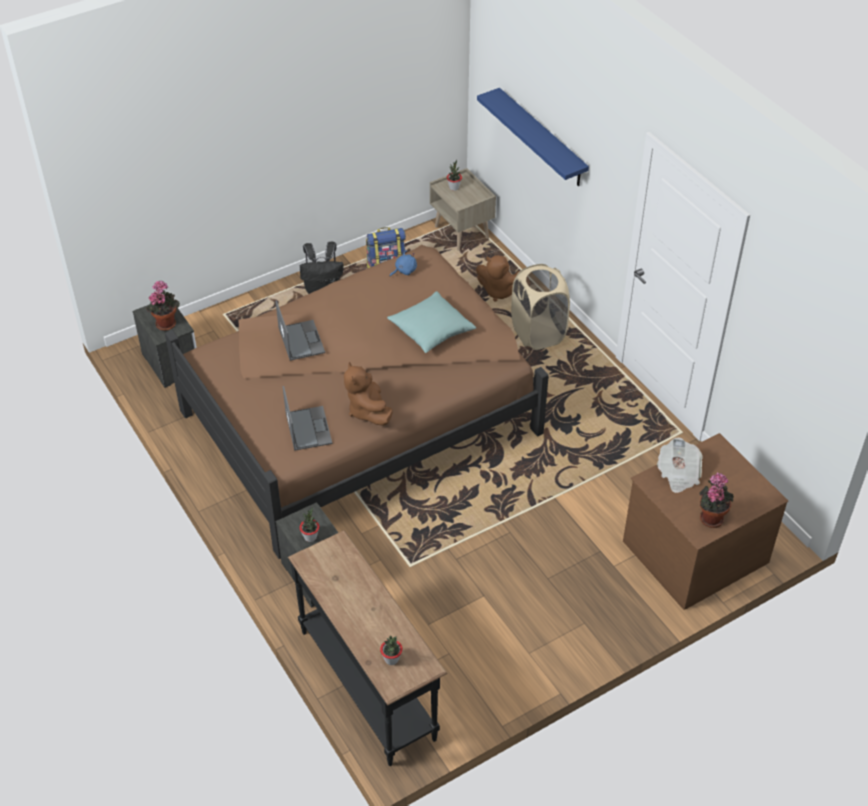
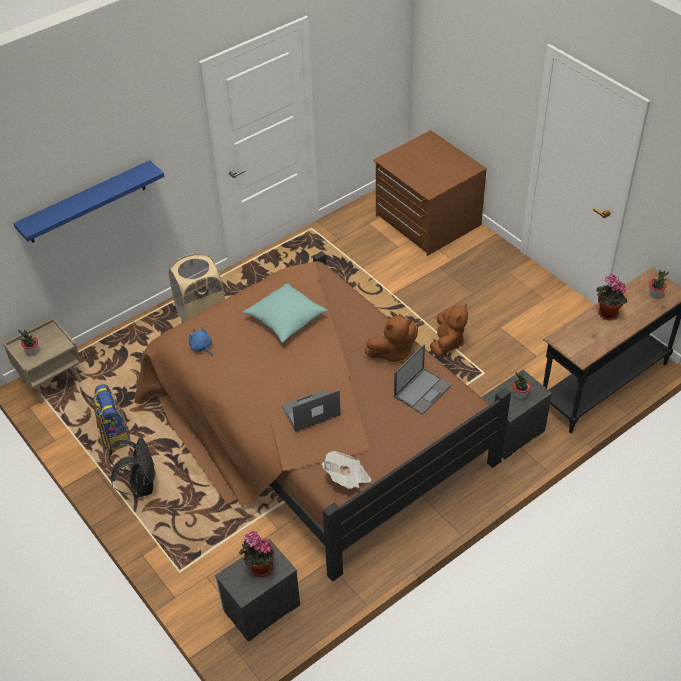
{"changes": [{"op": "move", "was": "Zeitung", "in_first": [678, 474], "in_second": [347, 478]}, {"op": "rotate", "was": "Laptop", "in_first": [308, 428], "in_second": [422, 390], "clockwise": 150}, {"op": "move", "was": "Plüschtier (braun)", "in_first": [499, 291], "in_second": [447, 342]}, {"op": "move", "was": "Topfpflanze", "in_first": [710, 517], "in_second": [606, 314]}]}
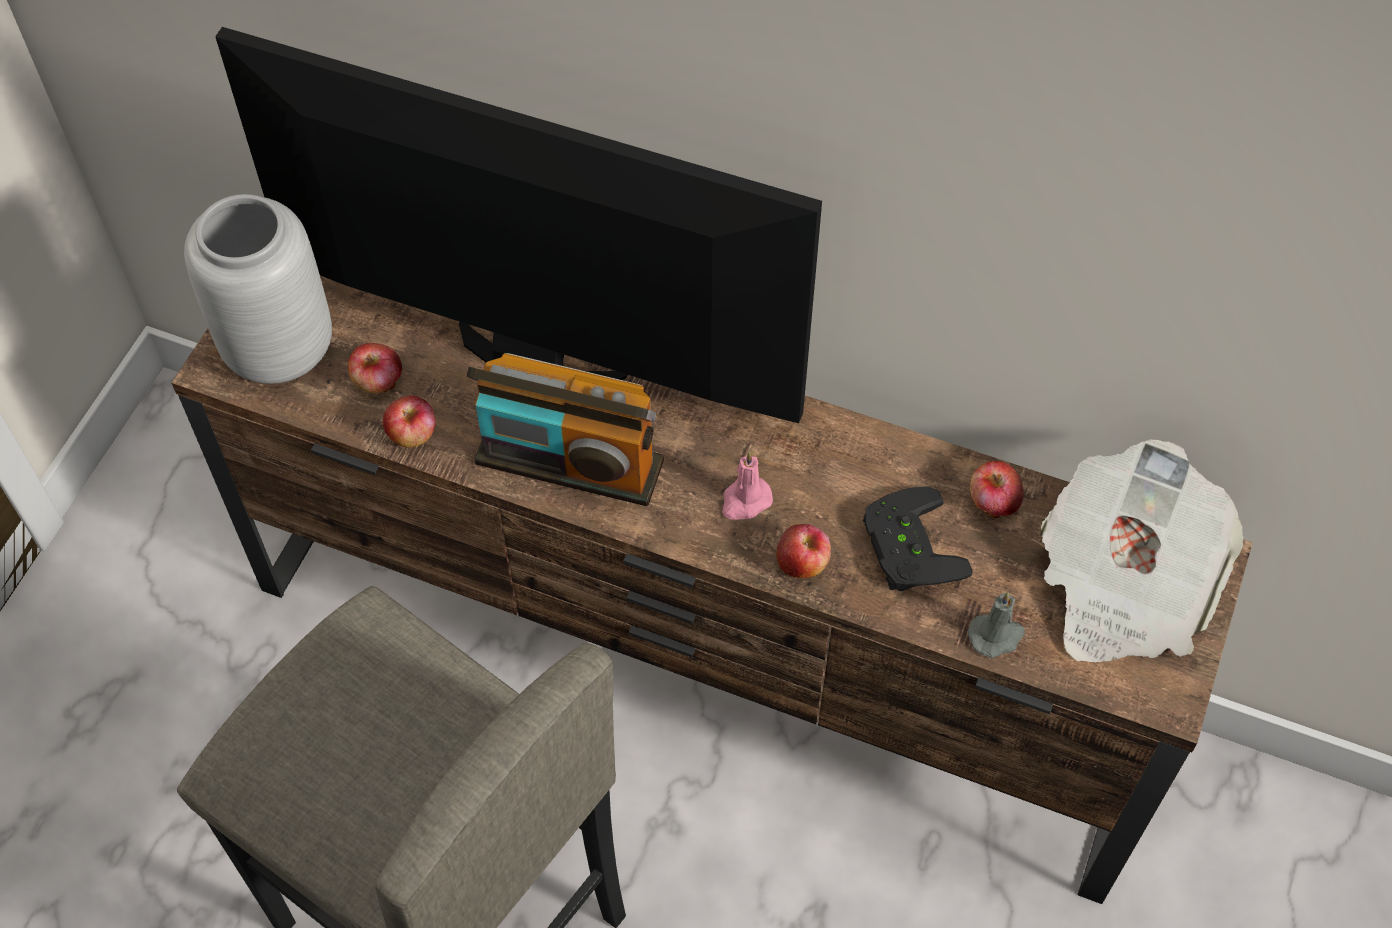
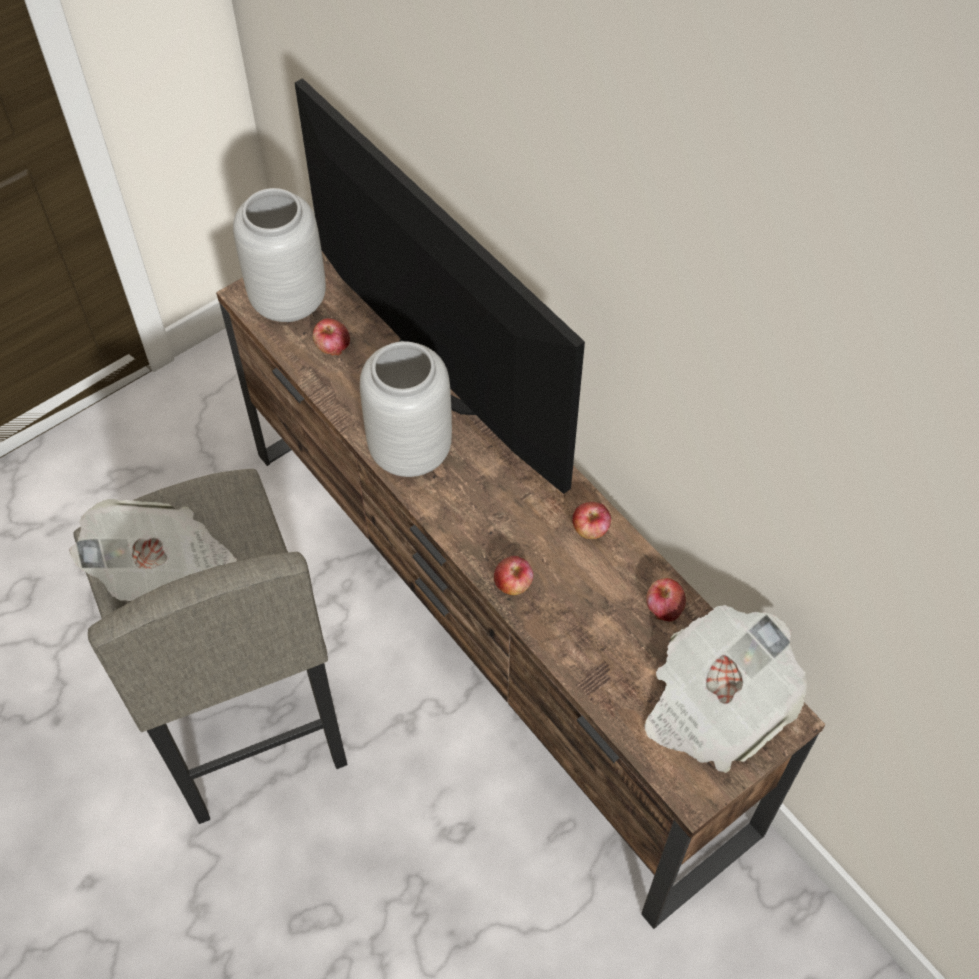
{"changes": [{"op": "insert", "now": "Zeitung", "in_second": [163, 570]}, {"op": "replace", "was": "Radio", "now": "Vase (grau)", "in_first": [569, 462], "in_second": [412, 450]}, {"op": "move", "was": "Apfel", "in_first": [412, 434], "in_second": [590, 529]}, {"op": "delete", "was": "Kerze (rosa)", "in_first": [745, 501]}, {"op": "delete", "was": "Gamepad (schwarz)", "in_first": [906, 547]}, {"op": "delete", "was": "Kerze (grau)", "in_first": [996, 635]}]}
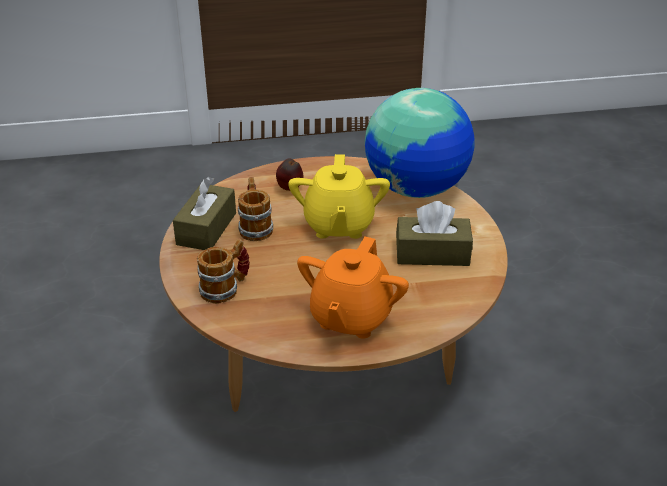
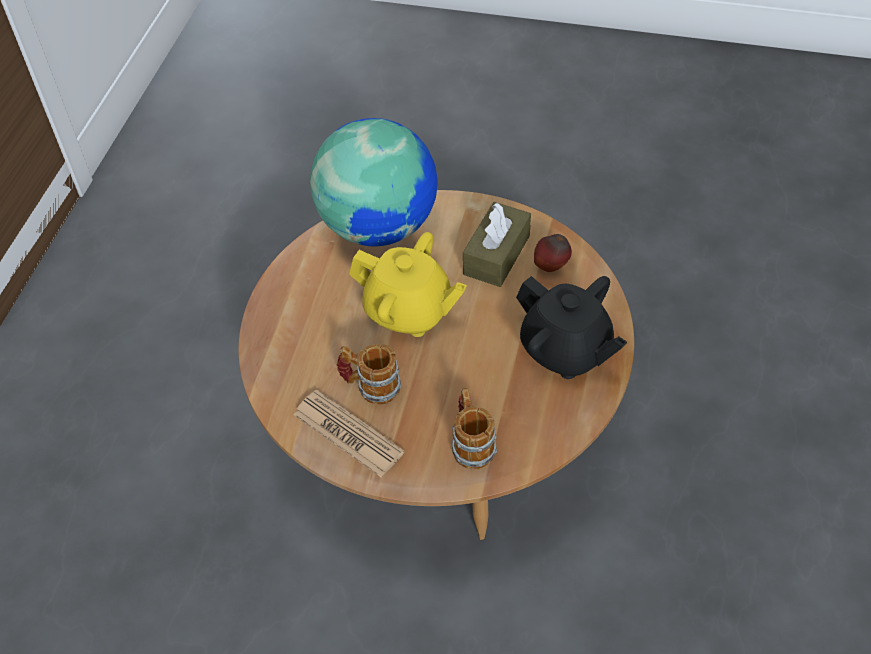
{"changes": [{"op": "replace", "was": "Taschentuchbox (braun)", "now": "Zeitung", "in_first": [206, 228], "in_second": [348, 433]}, {"op": "recolor", "was": "Teekanne (orange)", "now": "Teekanne (schwarz)", "in_first": [350, 317], "in_second": [565, 351]}, {"op": "move", "was": "Apfel", "in_first": [290, 189], "in_second": [551, 267]}]}
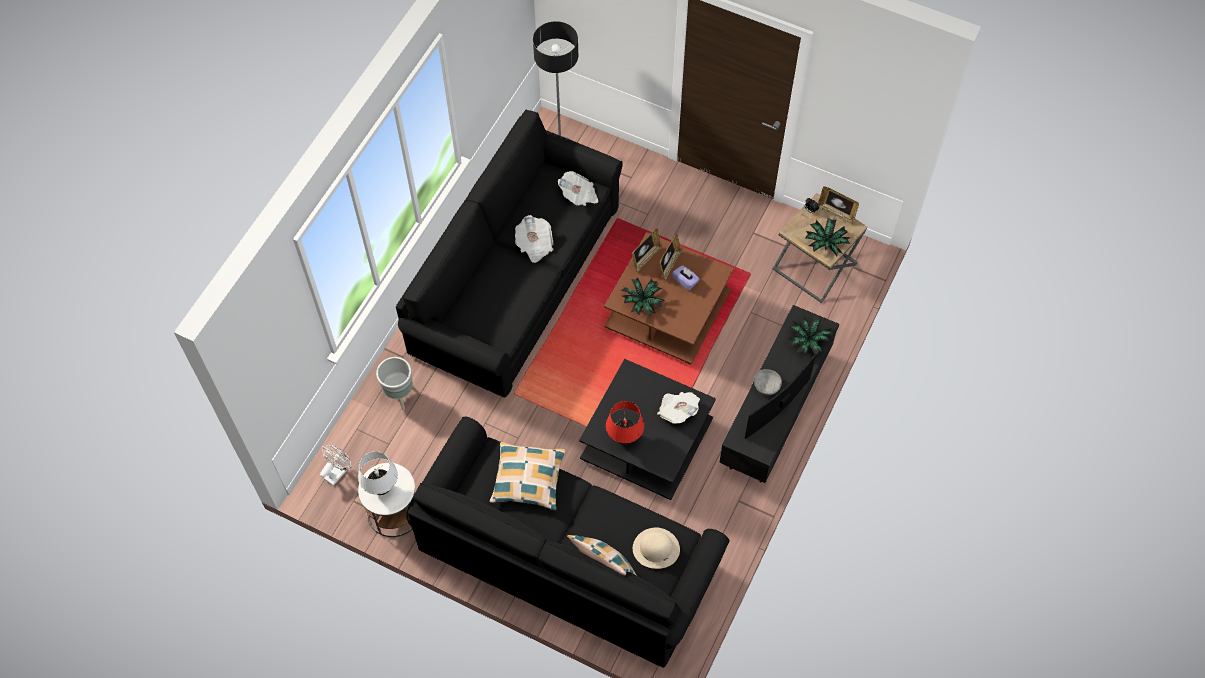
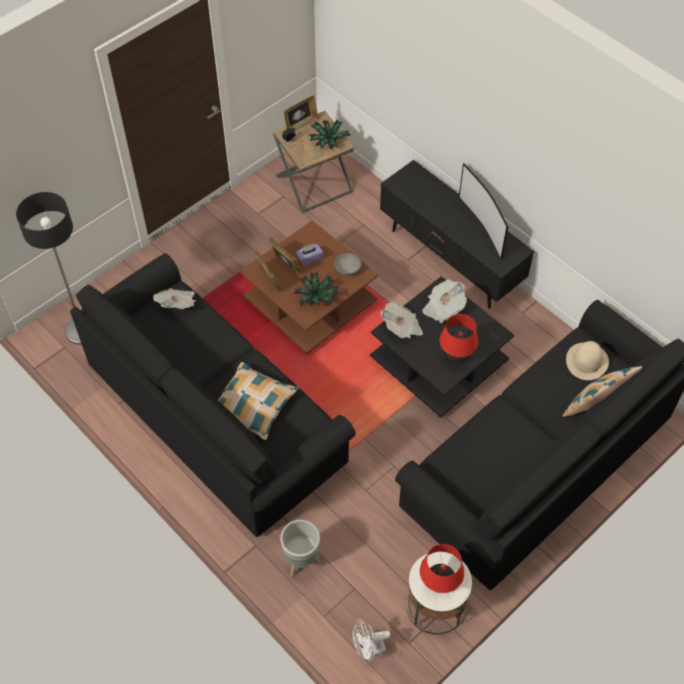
{"changes": [{"op": "move", "was": "Kissen", "in_first": [528, 479], "in_second": [253, 405]}, {"op": "move", "was": "Schüssel (grau)", "in_first": [766, 386], "in_second": [348, 269]}, {"op": "rotate", "was": "Ventilator (weiß)", "in_first": [338, 472], "in_second": [368, 650], "clockwise": -75}, {"op": "move", "was": "Zeitung", "in_first": [534, 245], "in_second": [401, 328]}, {"op": "recolor", "was": "Tischlampe (weiß)", "now": "Tischlampe (rot)", "in_first": [381, 488], "in_second": [439, 585]}, {"op": "delete", "was": "Topfpflanze", "in_first": [808, 341]}]}
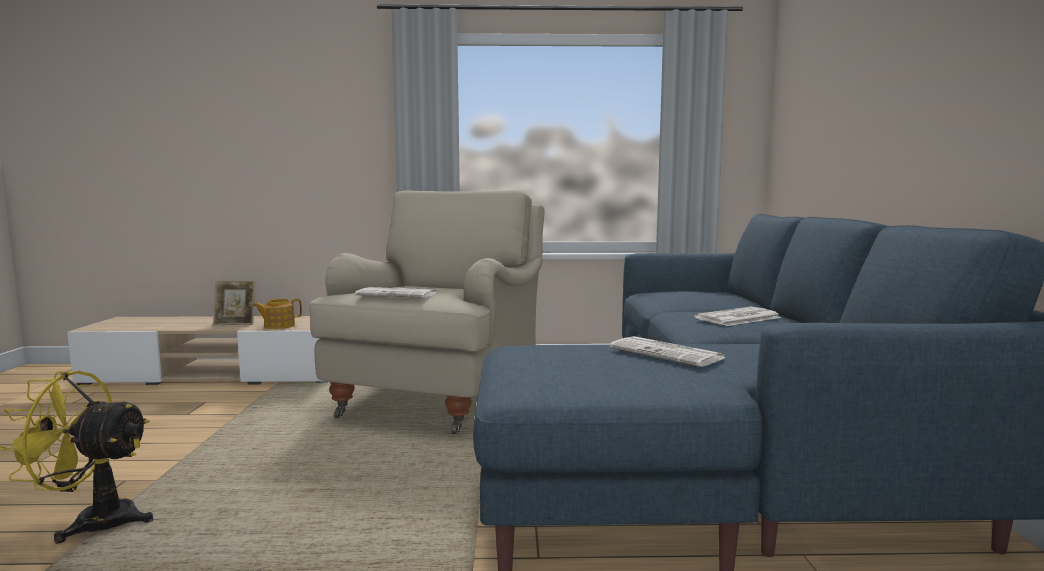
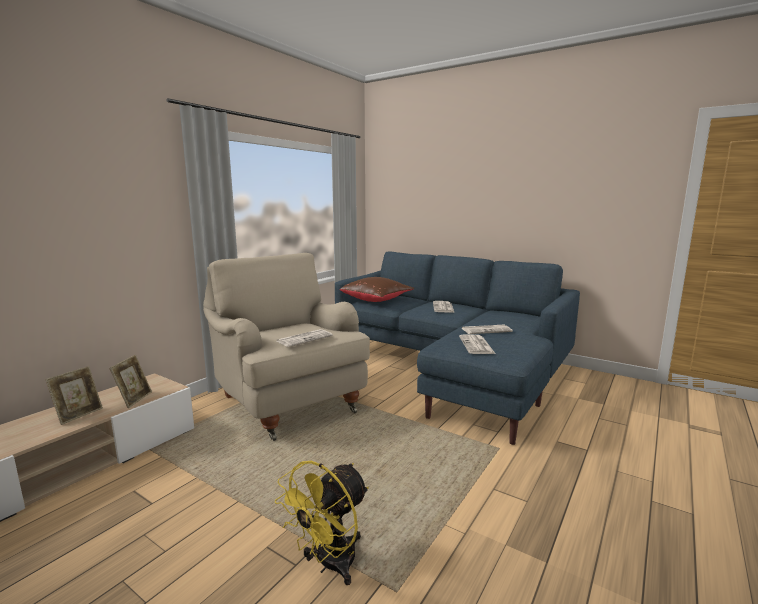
{"changes": [{"op": "replace", "was": "Teekanne", "now": "Bilderrahmen", "in_first": [278, 326], "in_second": [134, 399]}, {"op": "insert", "now": "Kissen (braun)", "in_second": [376, 300]}, {"op": "insert", "now": "Zeitung", "in_second": [477, 345]}]}
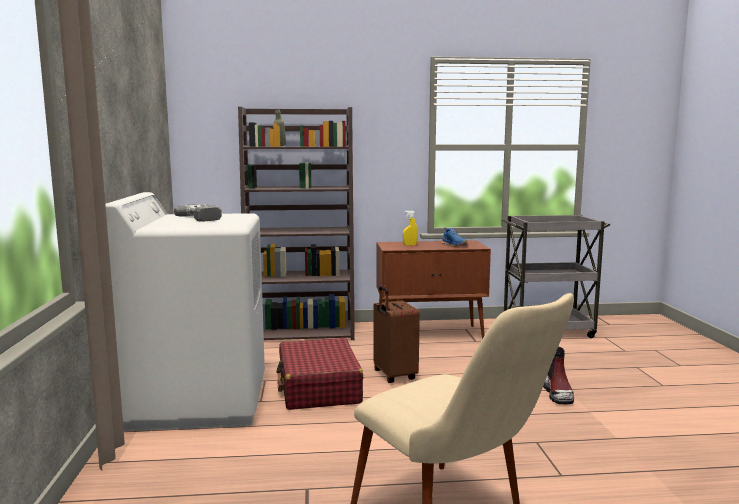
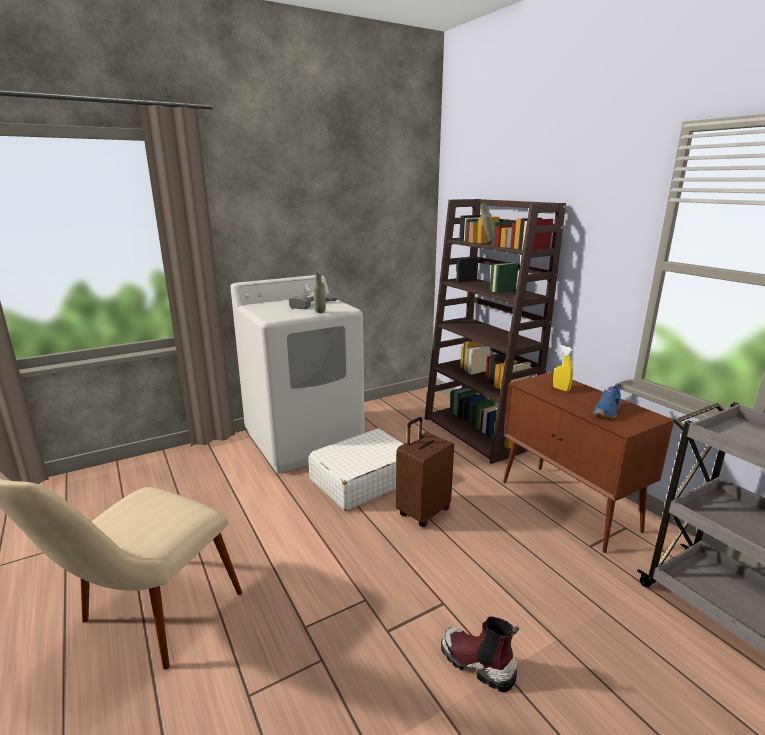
{"changes": [{"op": "recolor", "was": "Koffer (rot)", "now": "Koffer (weiß)", "in_first": [318, 388], "in_second": [362, 480]}, {"op": "insert", "now": "Flasche (grau)", "in_second": [320, 313]}, {"op": "rotate", "was": "Stiefel", "in_first": [558, 394], "in_second": [477, 663], "clockwise": 60}]}
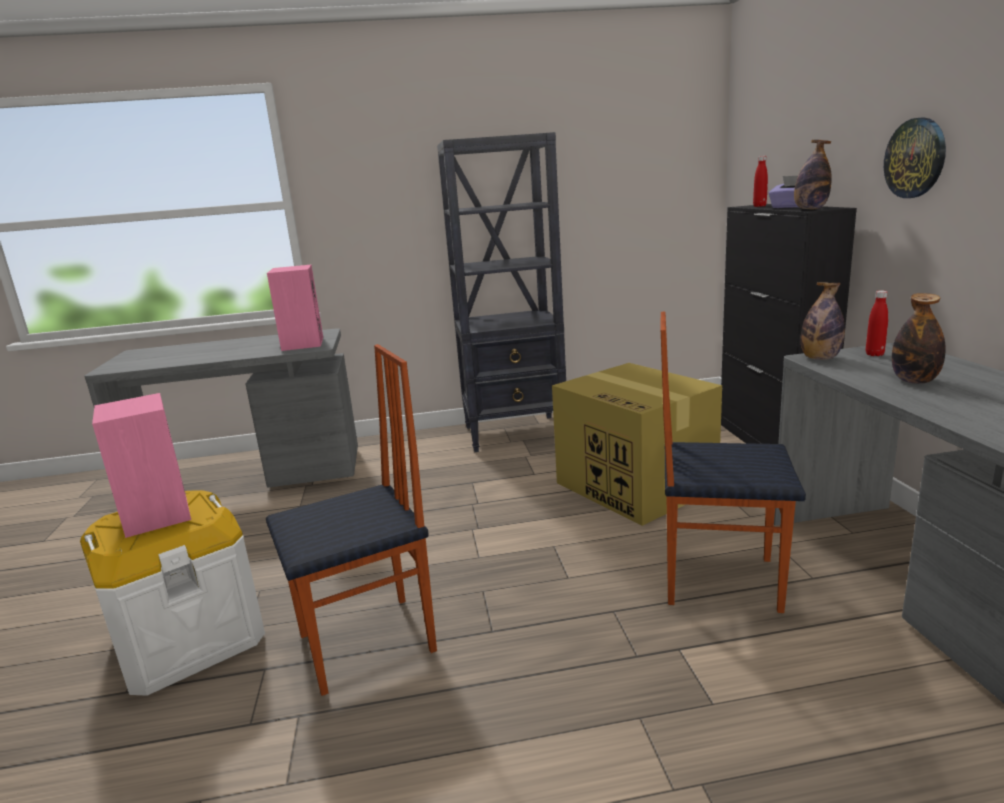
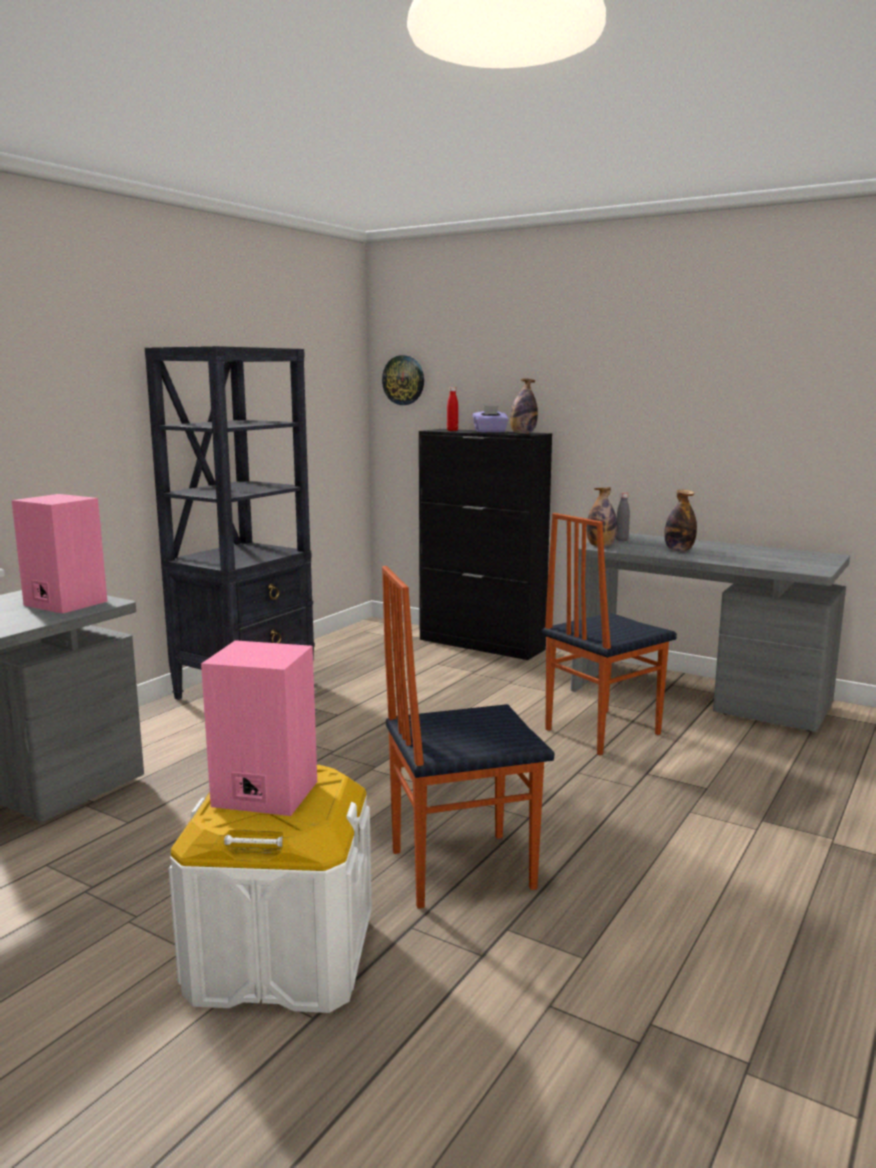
{"changes": [{"op": "move", "was": "Wanduhr", "in_first": [915, 158], "in_second": [403, 380]}, {"op": "rotate", "was": "Stuhl", "in_first": [369, 644], "in_second": [460, 868], "clockwise": -120}, {"op": "recolor", "was": "Flasche (rot)", "now": "Flasche (grau)", "in_first": [874, 354], "in_second": [622, 540]}, {"op": "delete", "was": "Karton", "in_first": [637, 486]}]}
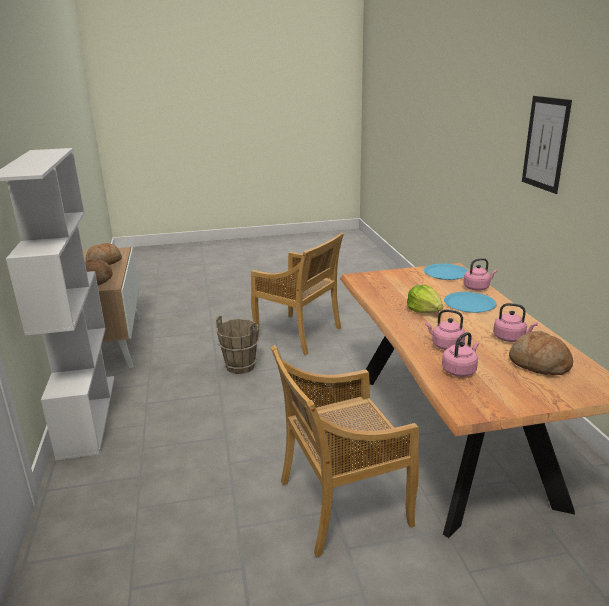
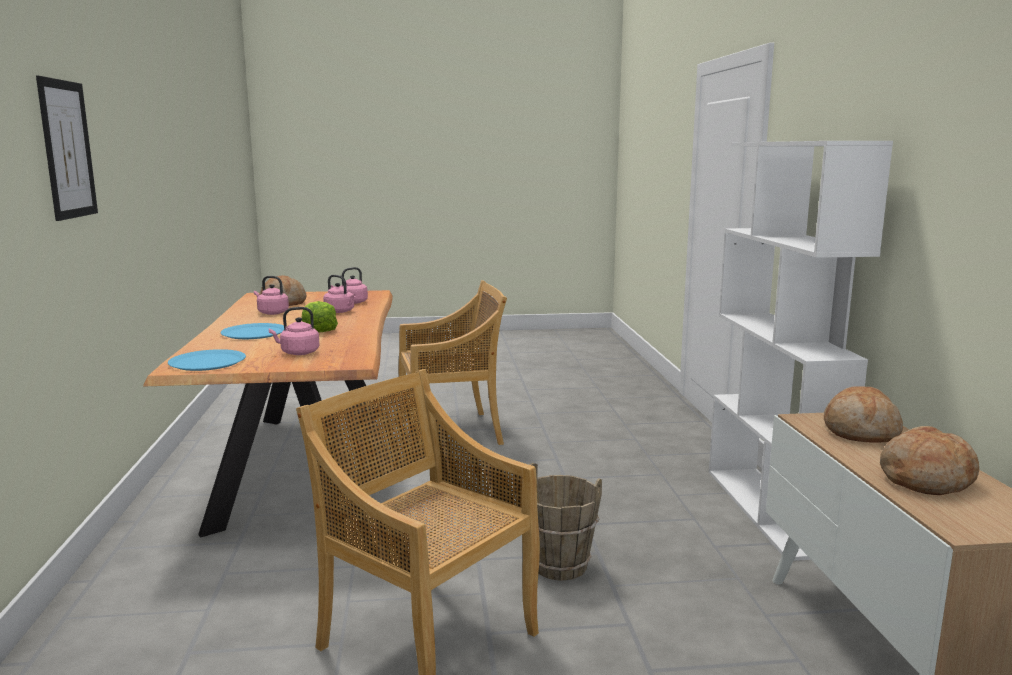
{"changes": [{"op": "move", "was": "Wasserkessel (rosa)", "in_first": [477, 287], "in_second": [298, 353]}]}
